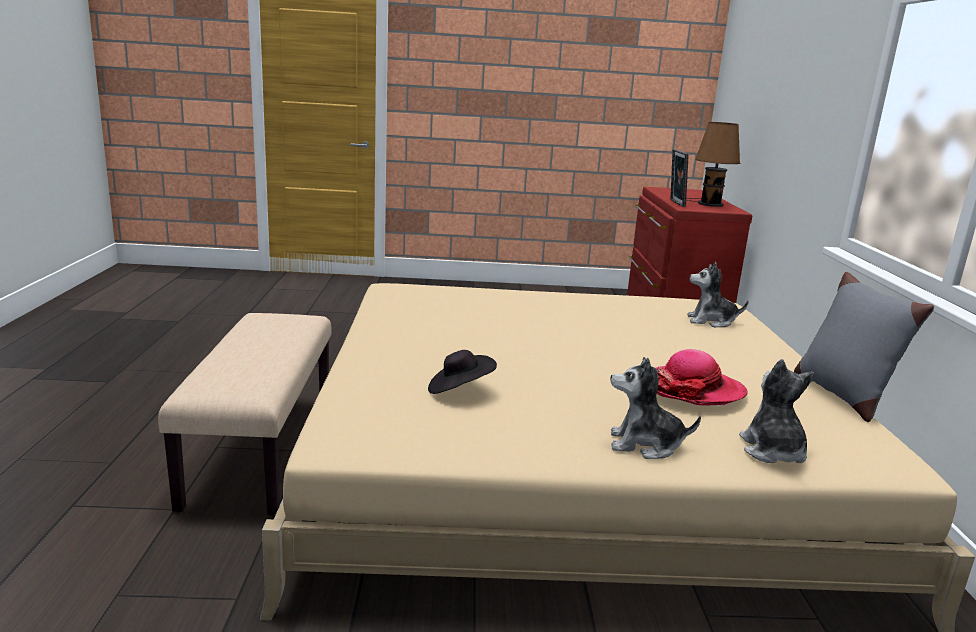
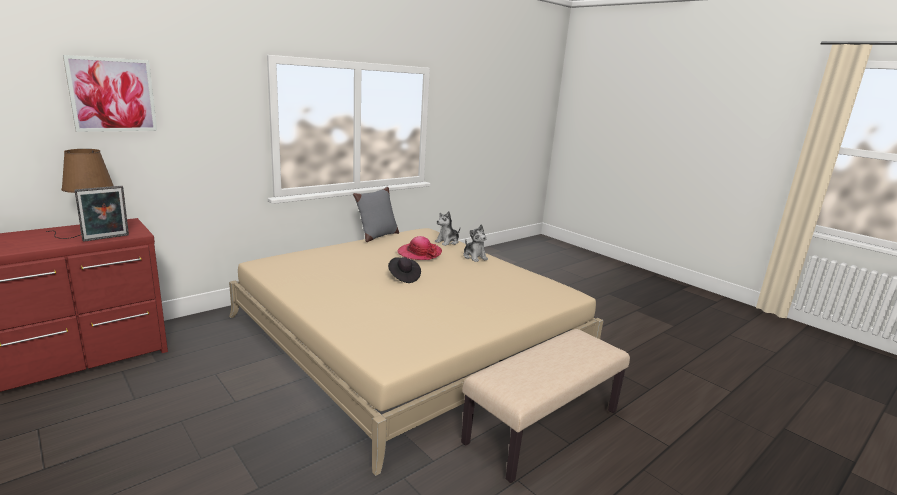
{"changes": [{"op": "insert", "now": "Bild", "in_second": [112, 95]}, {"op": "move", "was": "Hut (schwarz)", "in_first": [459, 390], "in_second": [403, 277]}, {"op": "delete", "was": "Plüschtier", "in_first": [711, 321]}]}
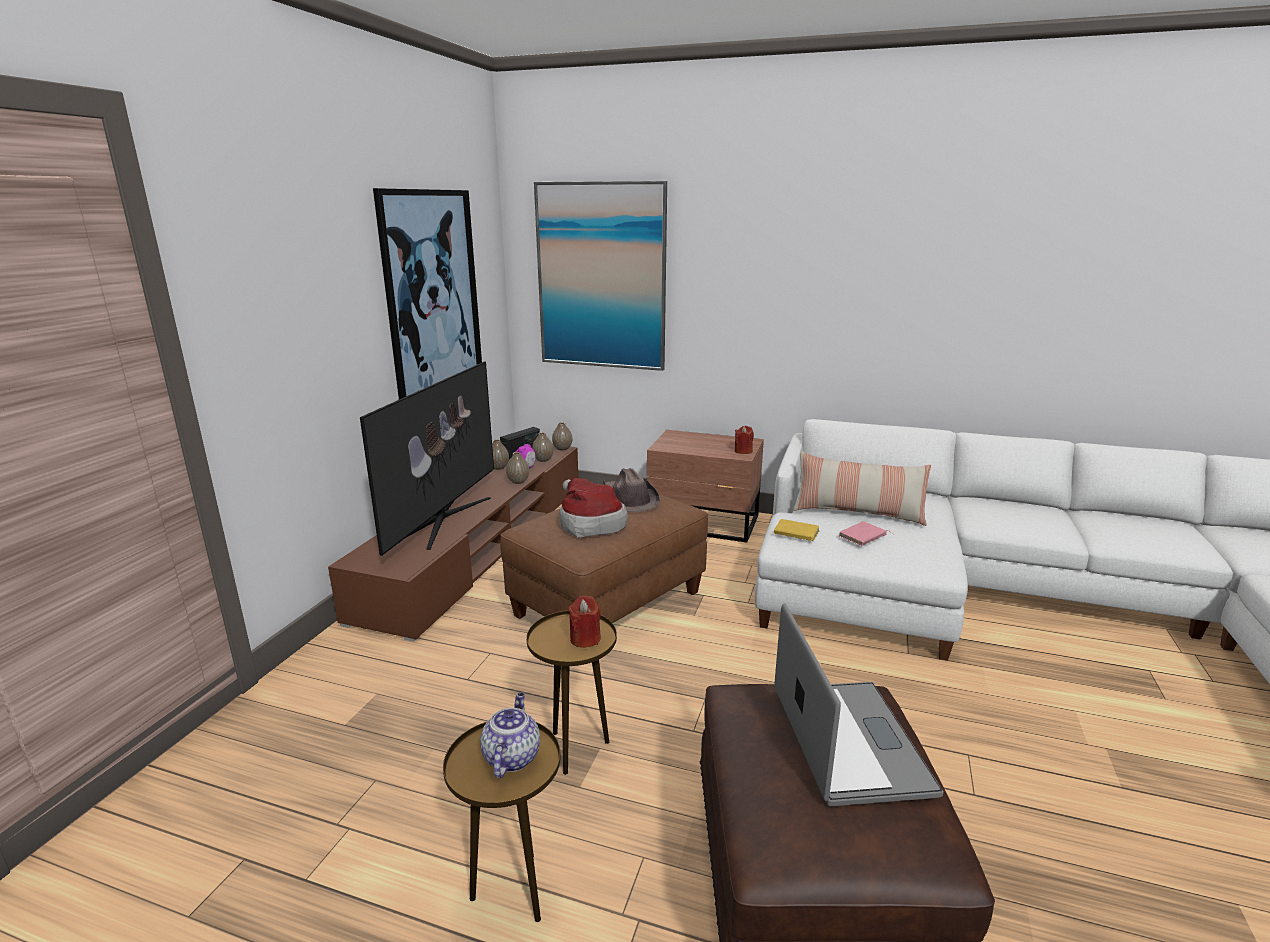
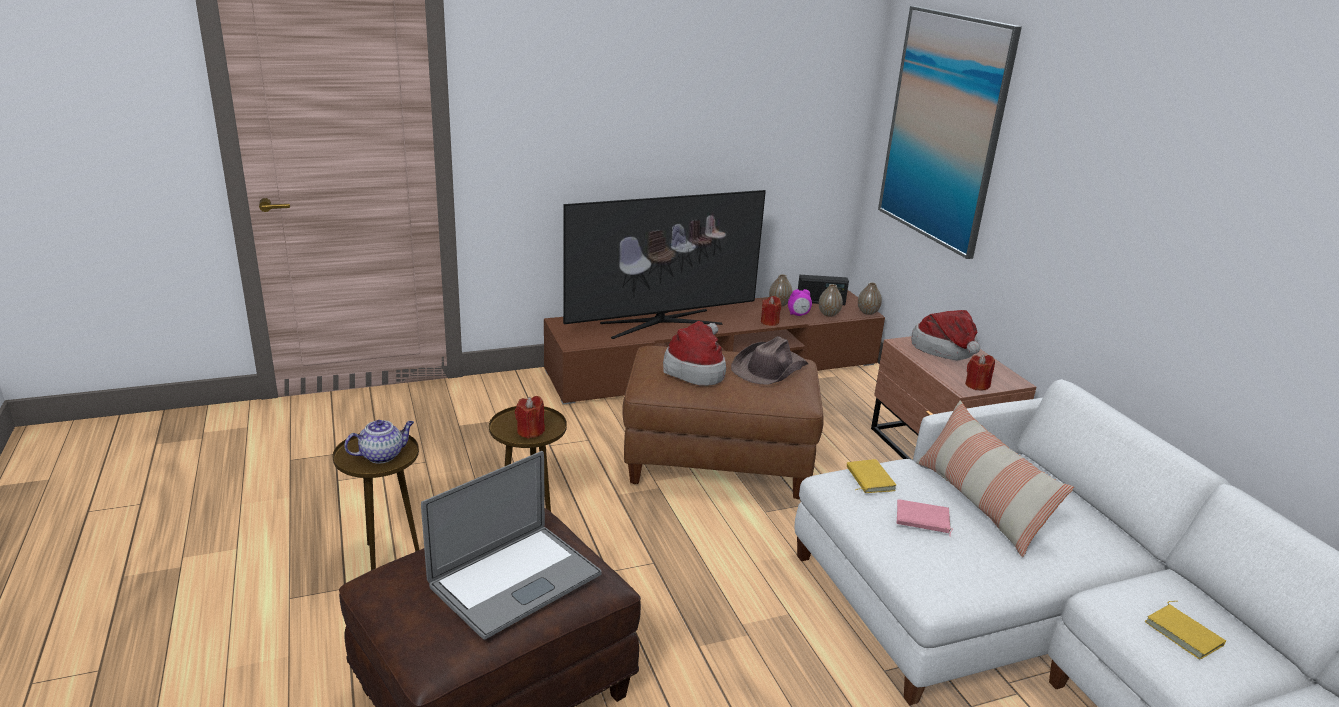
{"changes": [{"op": "replace", "was": "Vase", "now": "Kerze (rot)", "in_first": [518, 481], "in_second": [769, 322]}, {"op": "insert", "now": "Hut", "in_second": [946, 351]}, {"op": "insert", "now": "Buch (gelb)", "in_second": [1185, 633]}, {"op": "delete", "was": "Bild", "in_first": [433, 294]}]}
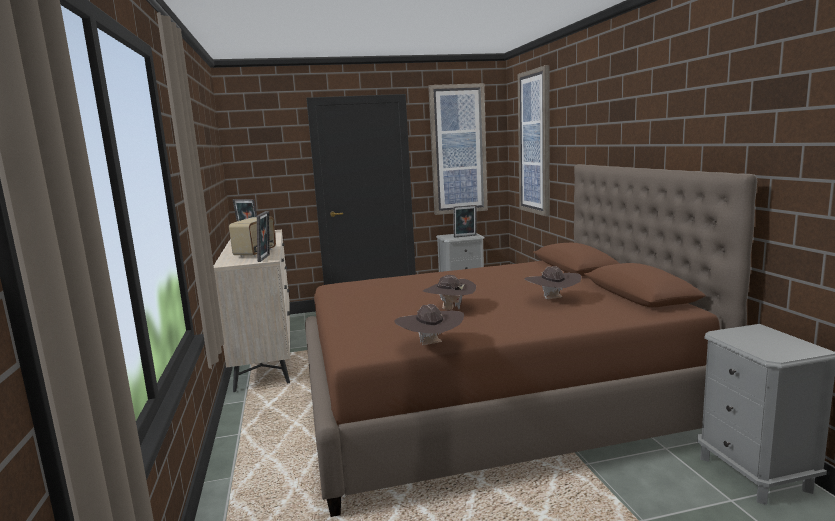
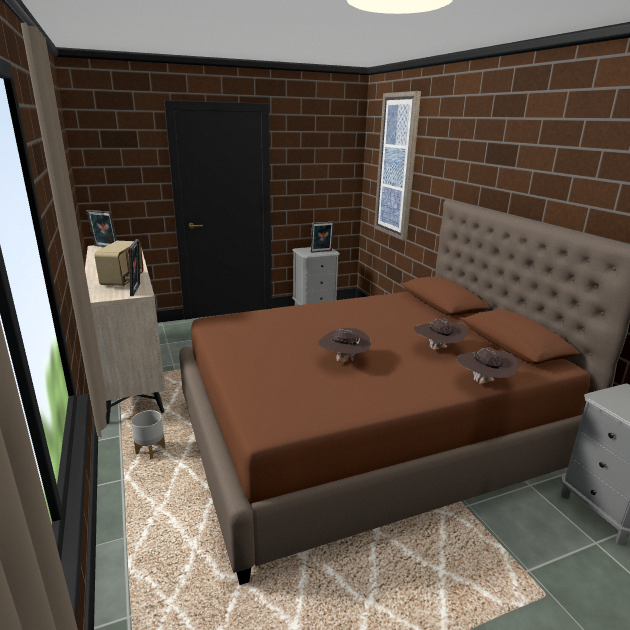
{"changes": [{"op": "insert", "now": "Pflanzkübel (grau)", "in_second": [151, 450]}, {"op": "move", "was": "Hut (braun)", "in_first": [430, 346], "in_second": [483, 383]}, {"op": "delete", "was": "Bild", "in_first": [458, 150]}]}
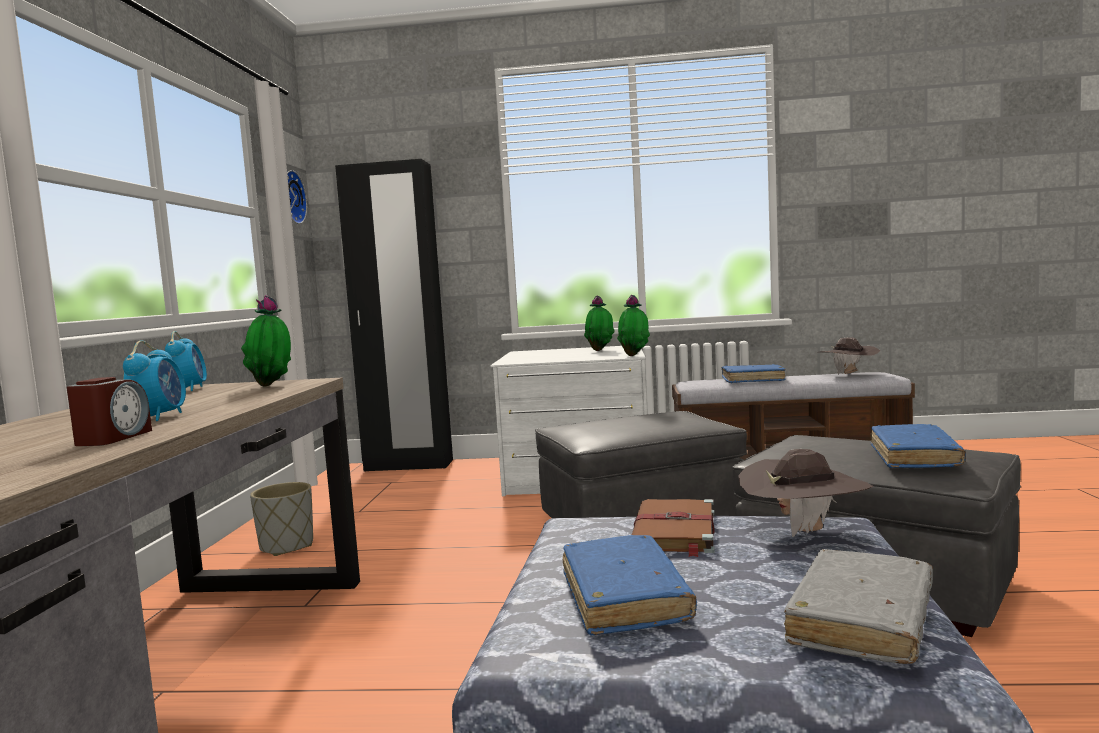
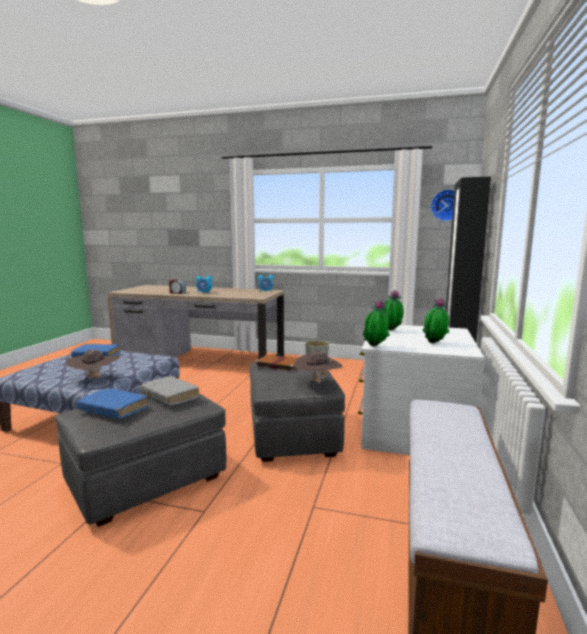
{"changes": [{"op": "move", "was": "Buch (grau)", "in_first": [862, 621], "in_second": [170, 396]}, {"op": "move", "was": "Buch (braun)", "in_first": [674, 531], "in_second": [278, 364]}, {"op": "move", "was": "Hut (braun)", "in_first": [848, 375], "in_second": [317, 383]}, {"op": "move", "was": "Topfpflanze", "in_first": [272, 386], "in_second": [390, 331]}, {"op": "delete", "was": "Buch (blau)", "in_first": [752, 380]}]}
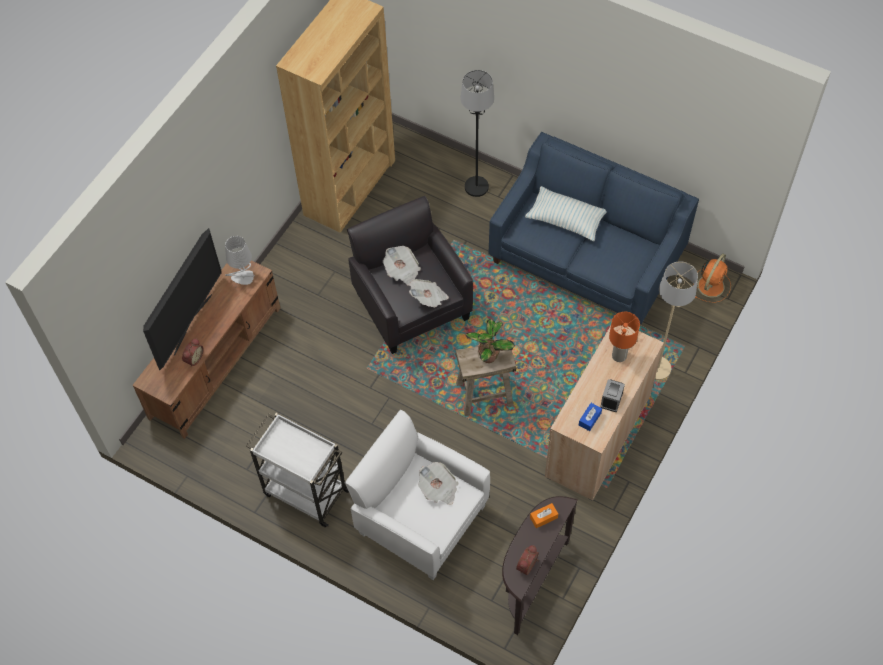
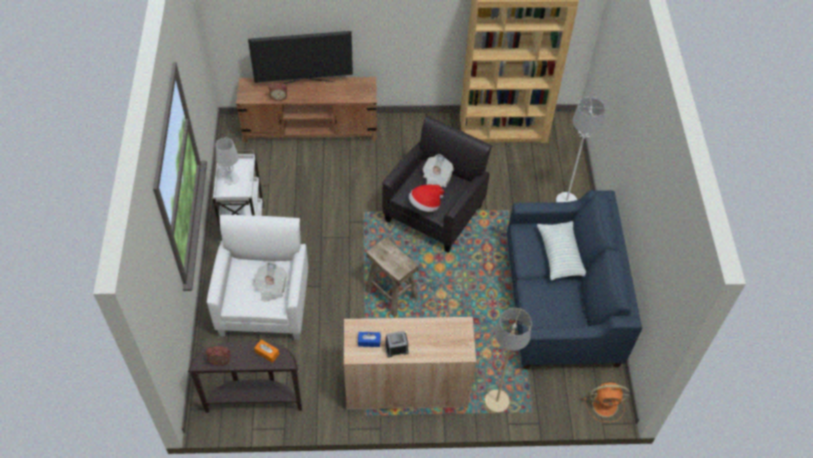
{"changes": [{"op": "move", "was": "Tischlampe (grau)", "in_first": [243, 278], "in_second": [230, 177]}, {"op": "replace", "was": "Zeitung", "now": "Hut", "in_first": [429, 298], "in_second": [425, 205]}, {"op": "recolor", "was": "Stehlampe (schwarz)", "now": "Stehlampe (weiß)", "in_first": [476, 186], "in_second": [566, 201]}, {"op": "delete", "was": "Topfpflanze", "in_first": [489, 355]}, {"op": "delete", "was": "Tischlampe (orange)", "in_first": [619, 356]}]}
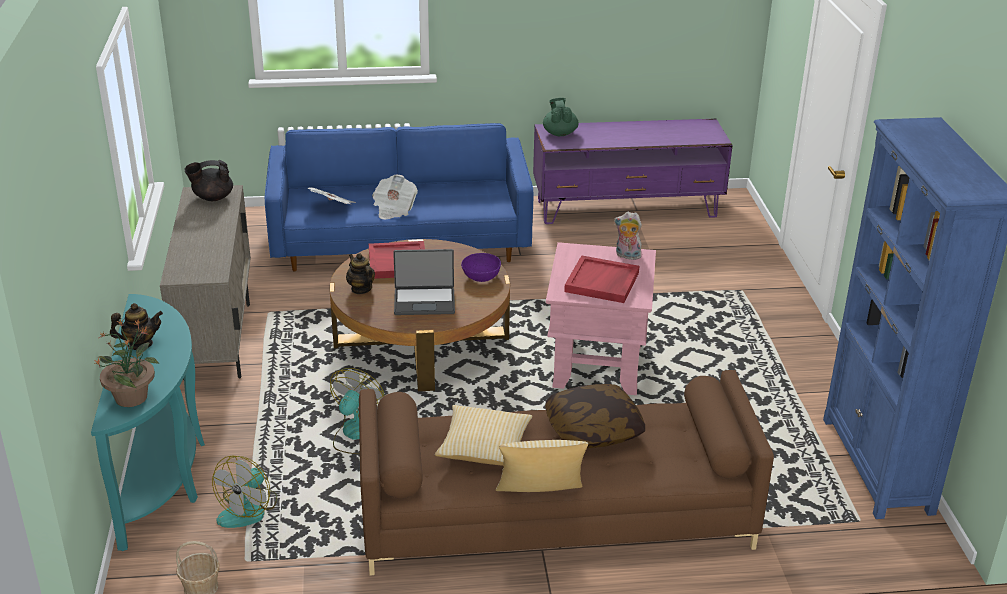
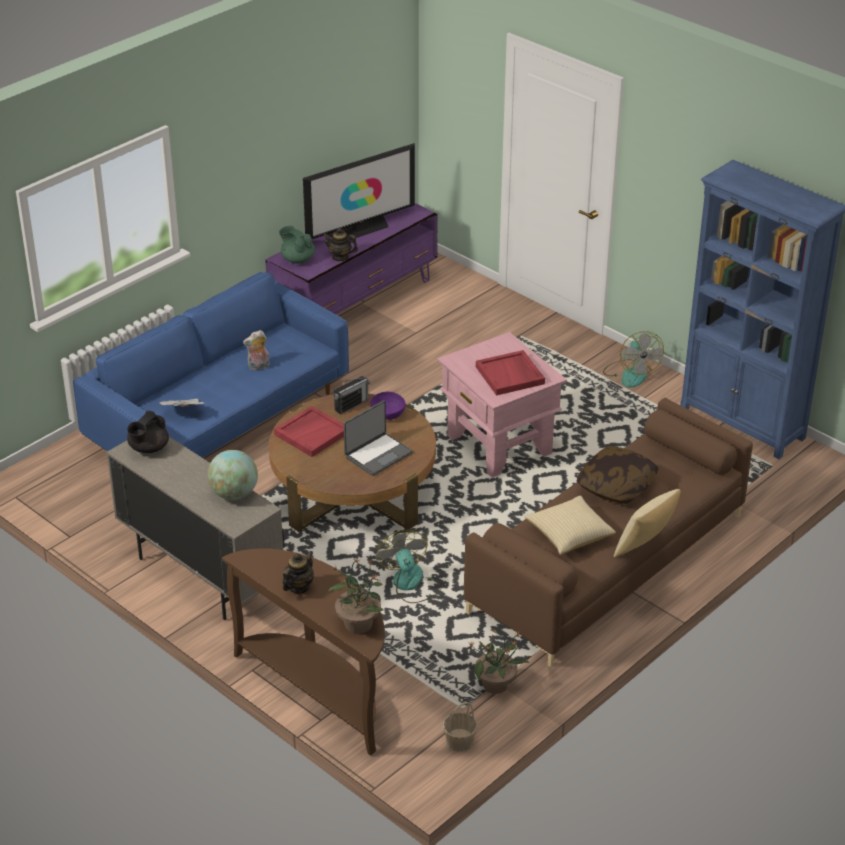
{"changes": [{"op": "insert", "now": "Globus", "in_second": [234, 494]}, {"op": "recolor", "was": "Konsolentisch (türkis)", "now": "Konsolentisch (braun)", "in_first": [164, 474], "in_second": [320, 690]}, {"op": "move", "was": "Plüschtier", "in_first": [627, 256], "in_second": [258, 367]}, {"op": "insert", "now": "Fernseher", "in_second": [360, 229]}, {"op": "move", "was": "Teekanne", "in_first": [361, 289], "in_second": [340, 257]}, {"op": "insert", "now": "Radio", "in_second": [351, 405]}, {"op": "insert", "now": "Topfpflanze", "in_second": [496, 685]}, {"op": "move", "was": "Ventilator", "in_first": [248, 509], "in_second": [630, 373]}, {"op": "delete", "was": "Zeitung", "in_first": [394, 209]}]}
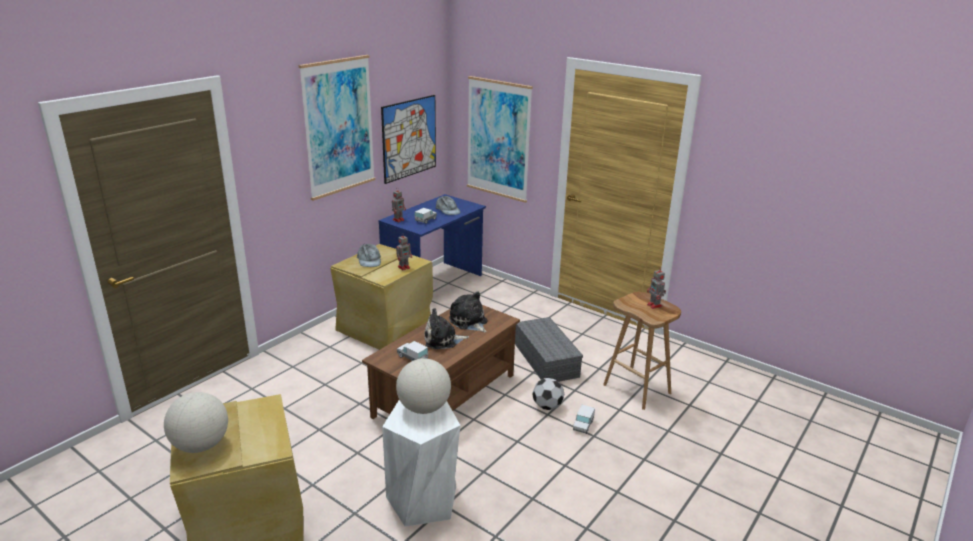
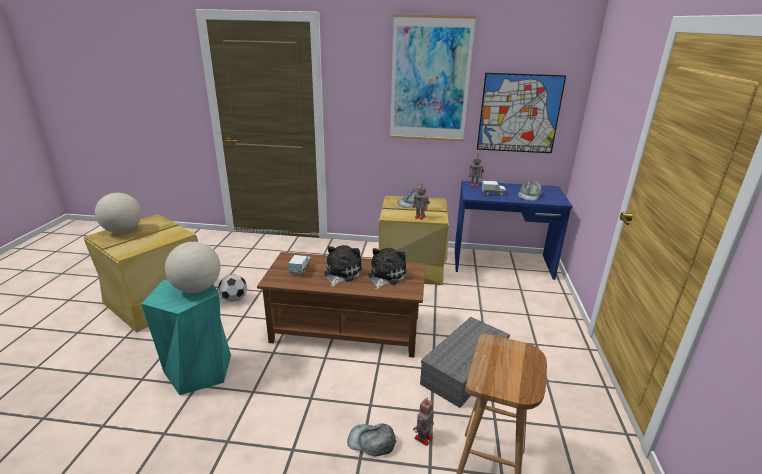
{"changes": [{"op": "recolor", "was": "Hocker (weiß)", "now": "Hocker (türkis)", "in_first": [423, 500], "in_second": [199, 370]}, {"op": "move", "was": "Fußball", "in_first": [547, 406], "in_second": [234, 299]}, {"op": "rotate", "was": "Plüschtier", "in_first": [442, 340], "in_second": [341, 273], "clockwise": 60}, {"op": "replace", "was": "Spielzeuglaster", "now": "Kappe (grau)", "in_first": [583, 426], "in_second": [371, 441]}, {"op": "move", "was": "Spielzeugroboter", "in_first": [655, 306], "in_second": [423, 438]}, {"op": "delete", "was": "Bild", "in_first": [498, 139]}]}
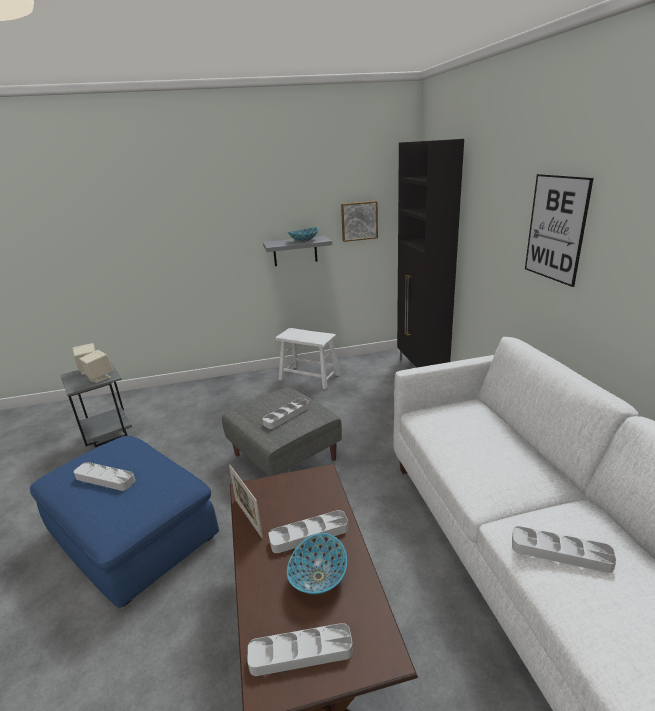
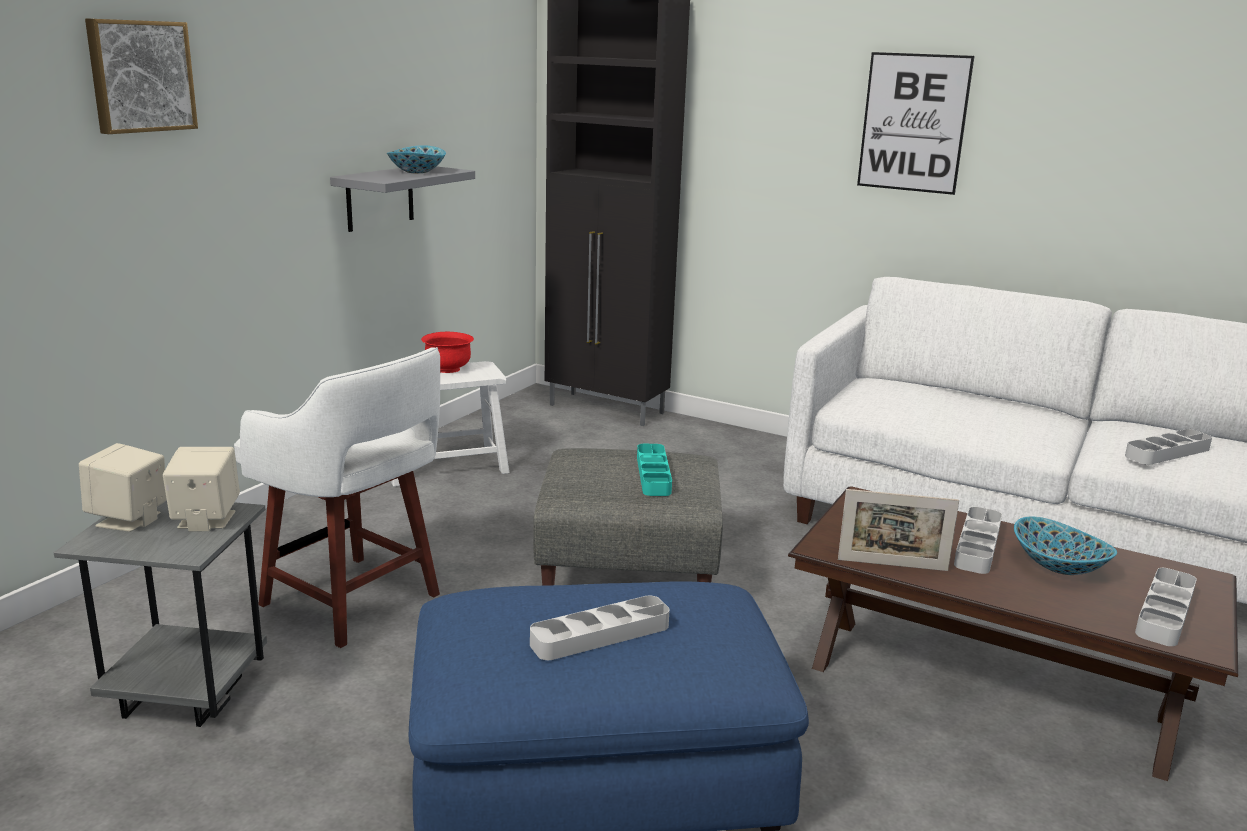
{"changes": [{"op": "move", "was": "Bild", "in_first": [359, 221], "in_second": [140, 76]}, {"op": "insert", "now": "Hocker (weiß)", "in_second": [355, 602]}, {"op": "insert", "now": "Schüssel (rot)", "in_second": [448, 369]}, {"op": "recolor", "was": "Tablett (grau)", "now": "Tablett (türkis)", "in_first": [286, 415], "in_second": [653, 474]}]}
